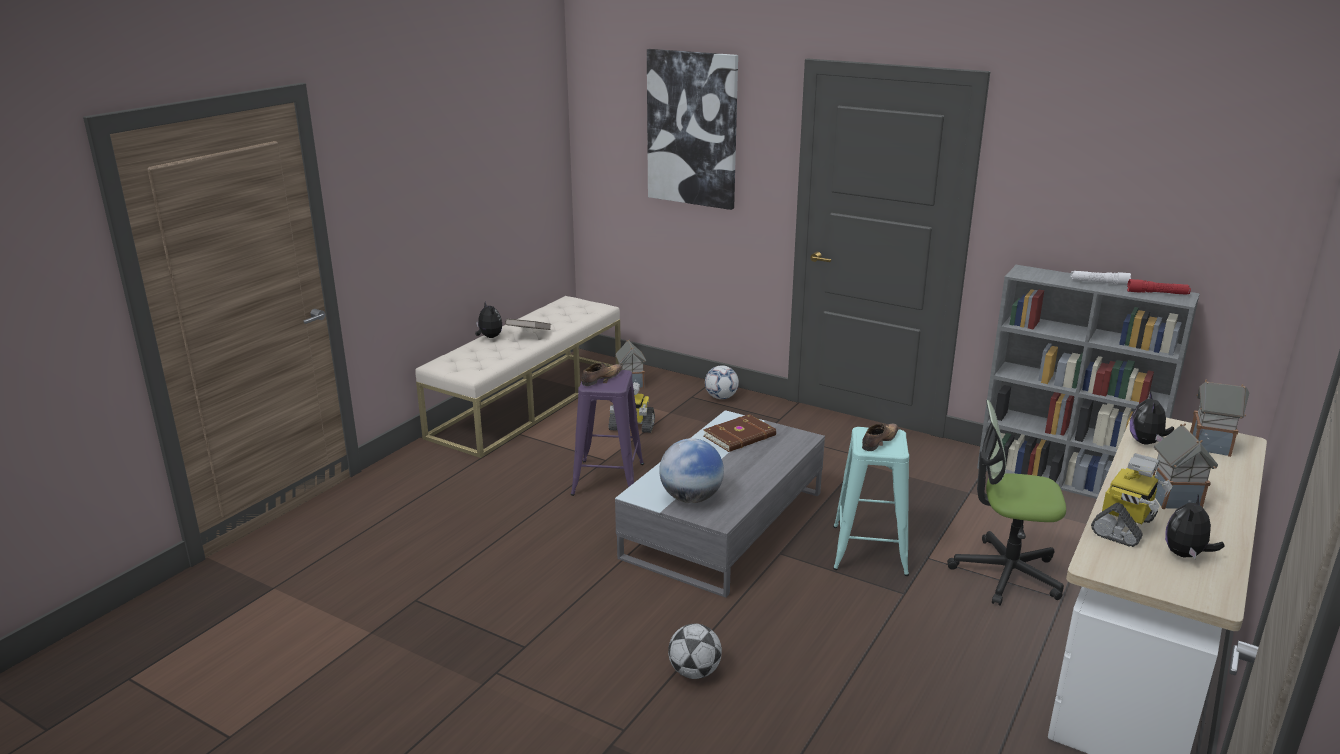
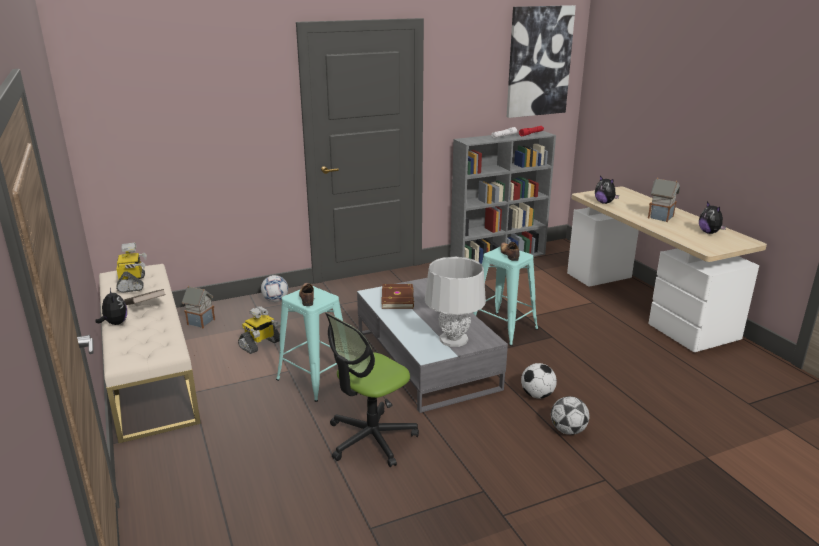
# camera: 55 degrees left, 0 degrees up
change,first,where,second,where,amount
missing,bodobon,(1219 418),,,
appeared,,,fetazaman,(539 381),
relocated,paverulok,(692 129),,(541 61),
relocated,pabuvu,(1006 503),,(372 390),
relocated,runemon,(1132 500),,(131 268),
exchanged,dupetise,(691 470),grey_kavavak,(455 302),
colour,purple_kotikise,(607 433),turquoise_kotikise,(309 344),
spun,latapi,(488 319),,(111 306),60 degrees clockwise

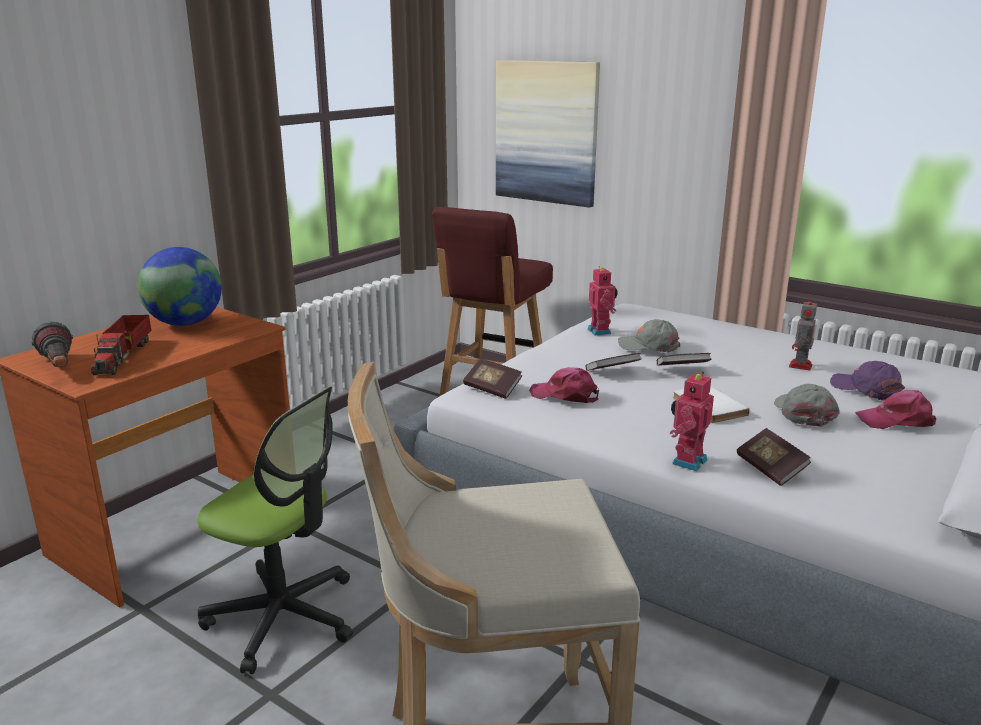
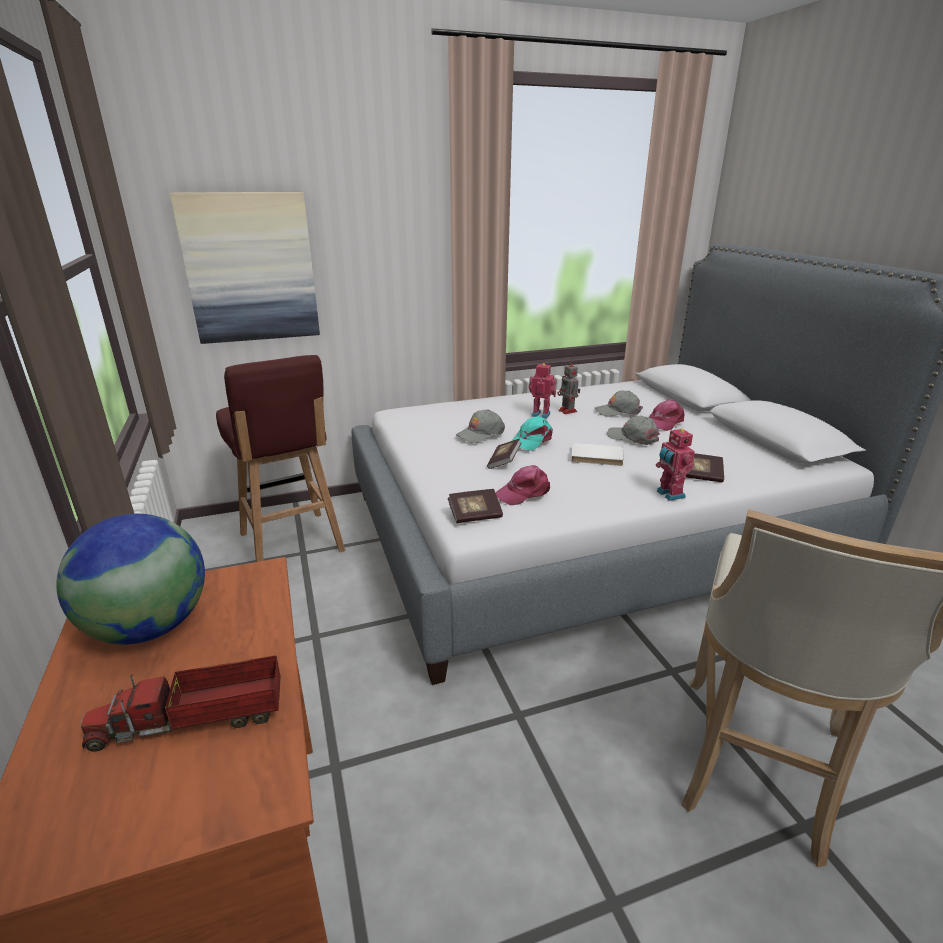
# camera: 55 degrees left, 5 degrees up
change,first,where,second,where,amount
missing,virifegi,(52 344),,,
missing,pabuvu,(275 530),,,
relocated,runemon,(602 301),,(542 391),
exchanged,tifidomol,(684 359),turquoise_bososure,(532 433),
colour,purple_bososure,(867 380),grey_bososure,(619 404),
spun,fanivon,(121 345),,(180 703),135 degrees clockwise

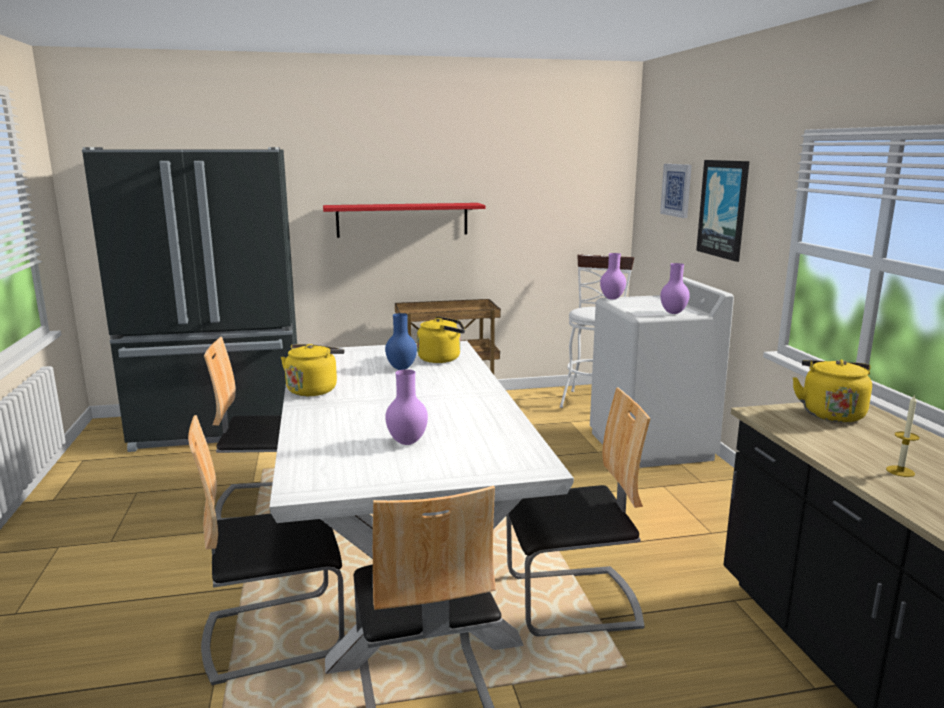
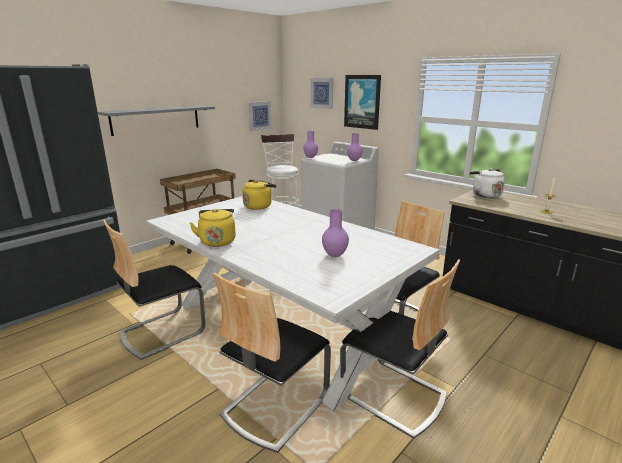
# camera: 35 degrees left, 5 degrees up
change,first,where,second,where,amount
missing,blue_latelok,(401 341),,,
appeared,,,paverulok,(260 116),
colour,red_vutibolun,(404 220),grey_vutibolun,(156 121),
colour,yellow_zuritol,(832 390),white_zuritol,(487 183),

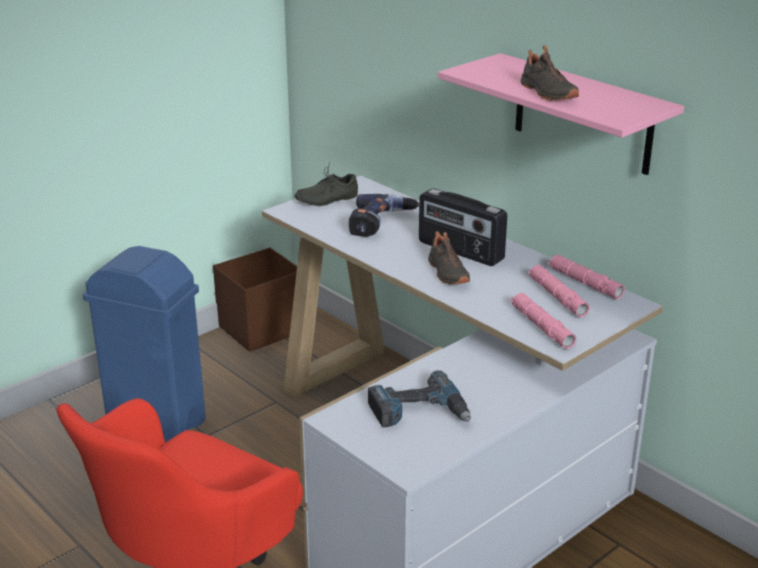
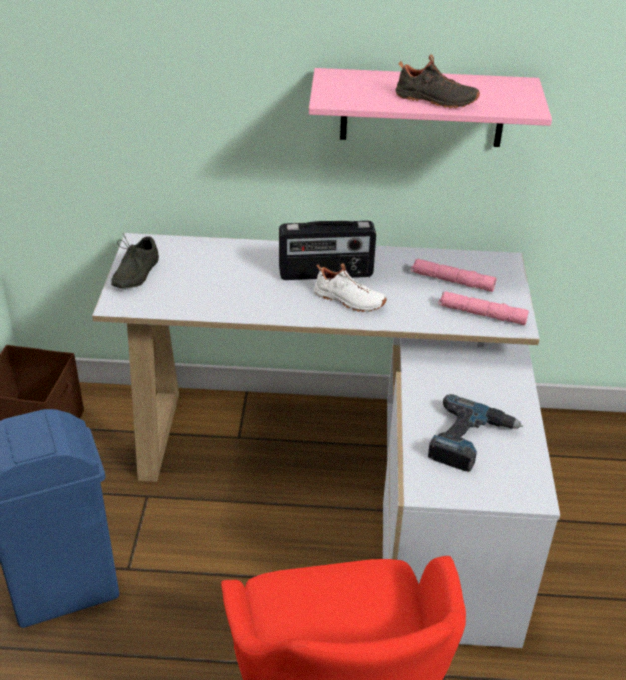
# camera: 45 degrees left, 10 degrees up
change,first,where,second,where,amount
missing,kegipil,(384 215),,,
missing,pink_virifegi,(586 277),,,
colour,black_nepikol,(449 258),white_nepikol,(350 287),

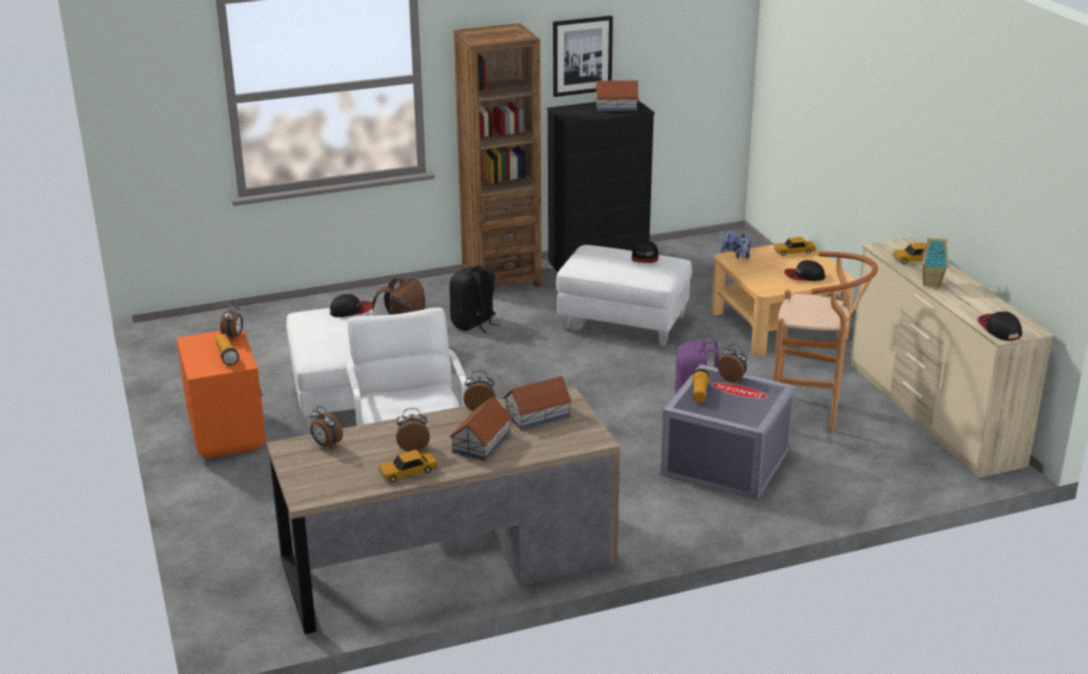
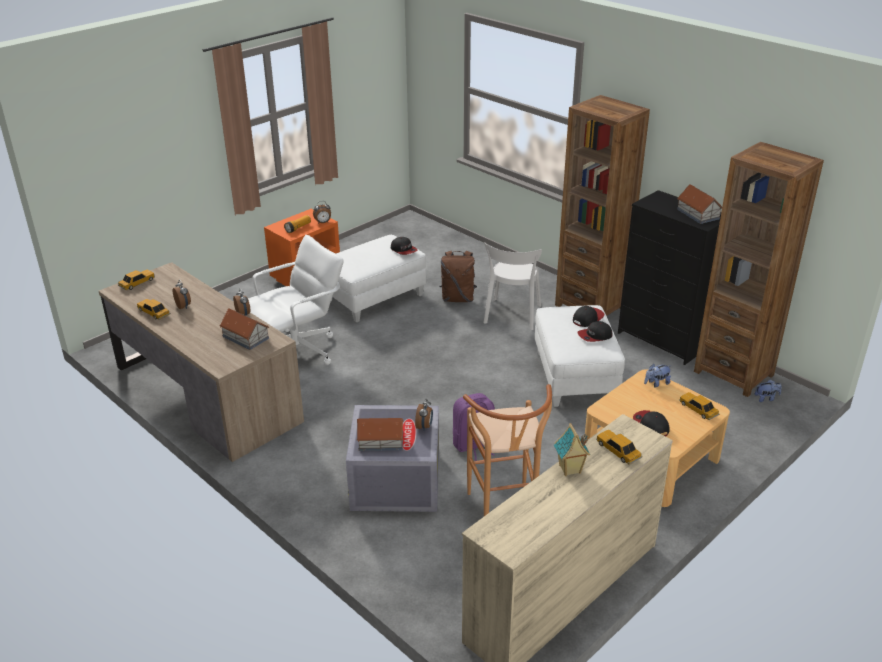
# camera: 65 degrees right, 5 degrees up
change,first,where,second,where,amount
missing,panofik,(326 427),,,
missing,paverulok,(583 56),,,
missing,virifegi,(700 386),,,
appeared,,,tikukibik,(136 280),
appeared,,,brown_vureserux,(759 269),
relocated,bodobon,(480 428),,(380 434),
relocated,bososure,(1000 326),,(588 316),
exchanged,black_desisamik,(474 299),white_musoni,(512 286),

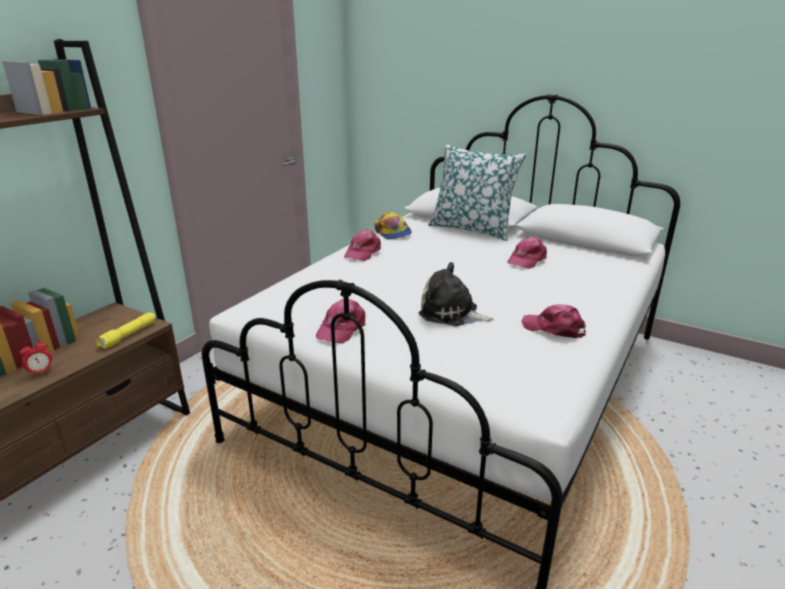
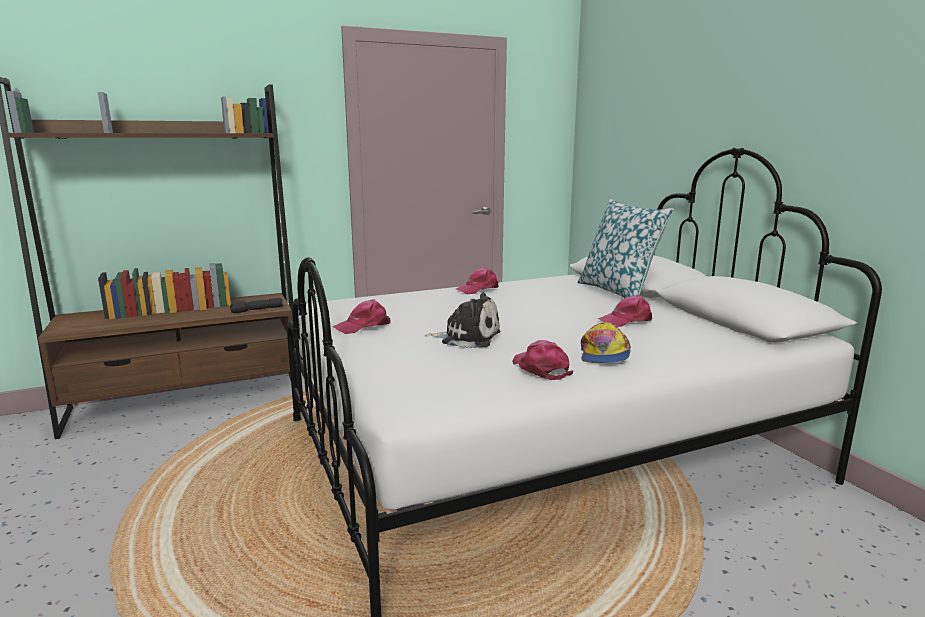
# camera: 35 degrees right, 10 degrees down
change,first,where,second,where,amount
missing,panofik,(36 358),,,
relocated,bososure,(393 225),,(606 342),
colour,yellow_virifegi,(126 330),black_virifegi,(256 305),
spun,latapi,(456 294),,(463 320),135 degrees clockwise

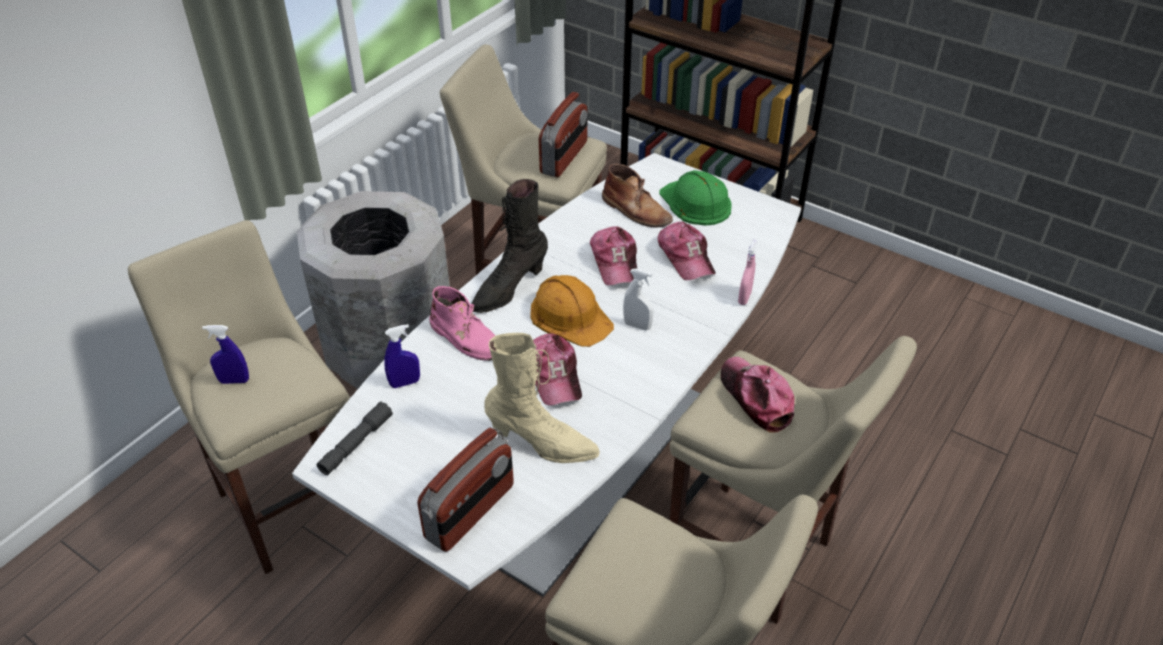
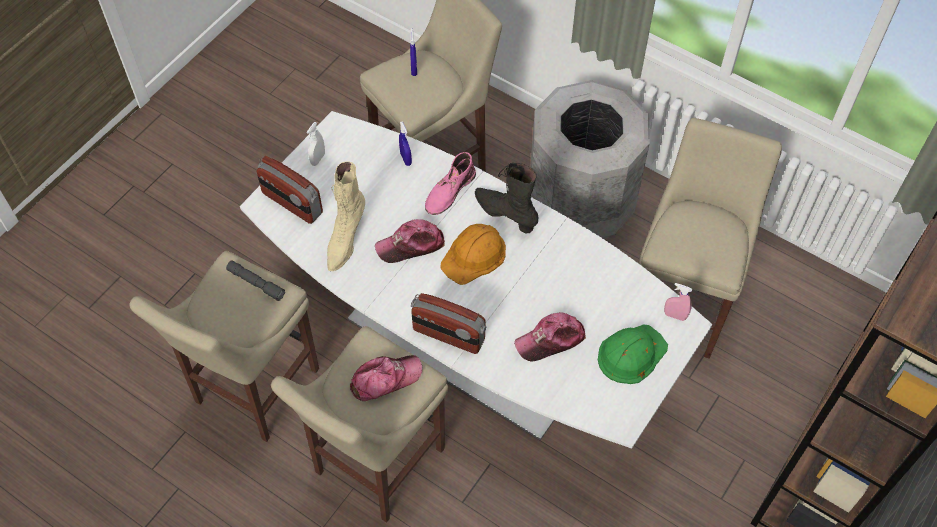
# camera: 90 degrees right, 15 degrees up
change,first,where,second,where,amount
missing,bososure,(613 255),,,
missing,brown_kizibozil,(637 195),,,
relocated,grey_virifegi,(355 438),,(255 280),
relocated,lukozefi,(563 134),,(448 323),
relocated,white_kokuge,(638 299),,(316 144),
relocated,pink_kokuge,(747 272),,(678 302),

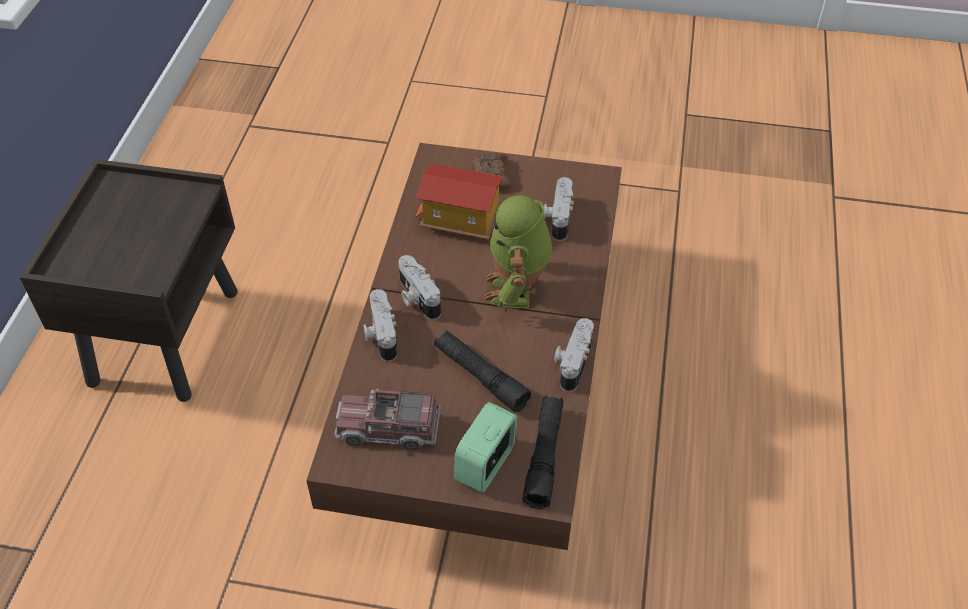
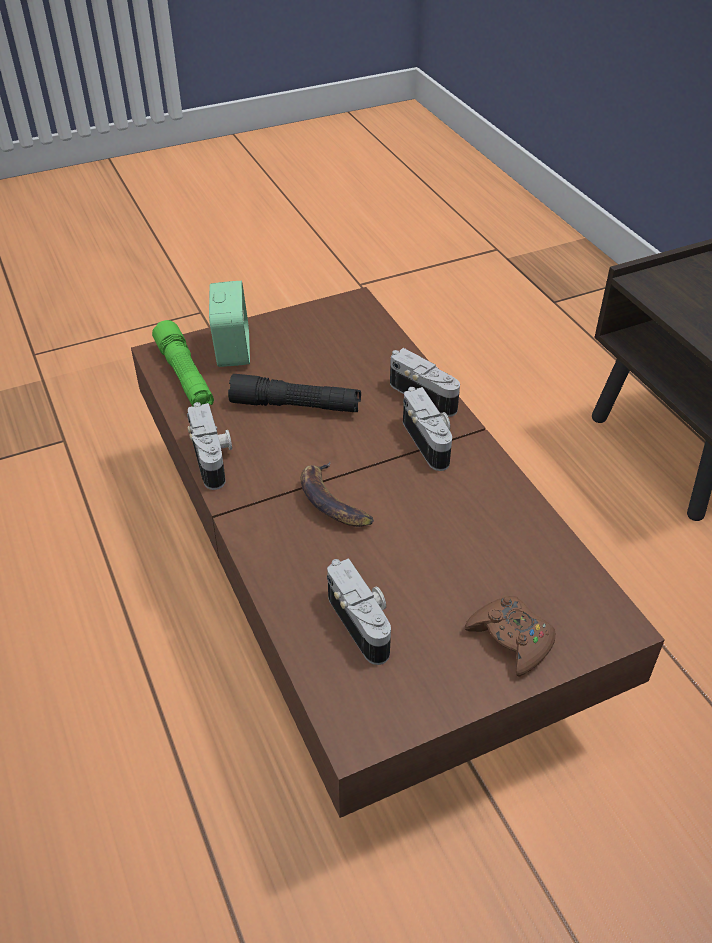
# camera: 145 degrees right, 5 degrees down
change,first,where,second,where,amount
missing,fanivon,(388 419),,,
missing,bodobon,(459 201),,,
exchanged,runemon,(518 253),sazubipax,(337 494),
colour,black_virifegi,(543 452),green_virifegi,(183 363),
spun,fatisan,(419 287),,(427 429),45 degrees clockwise

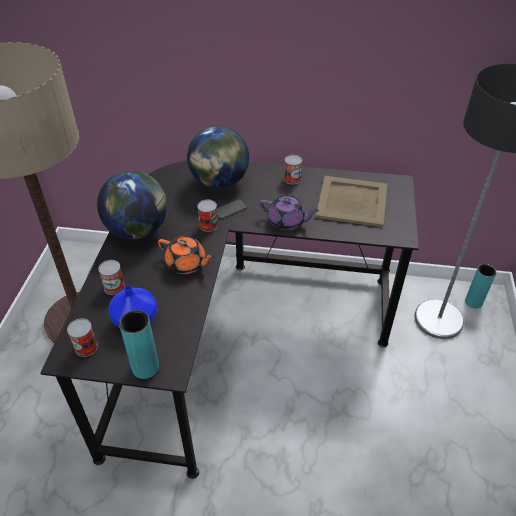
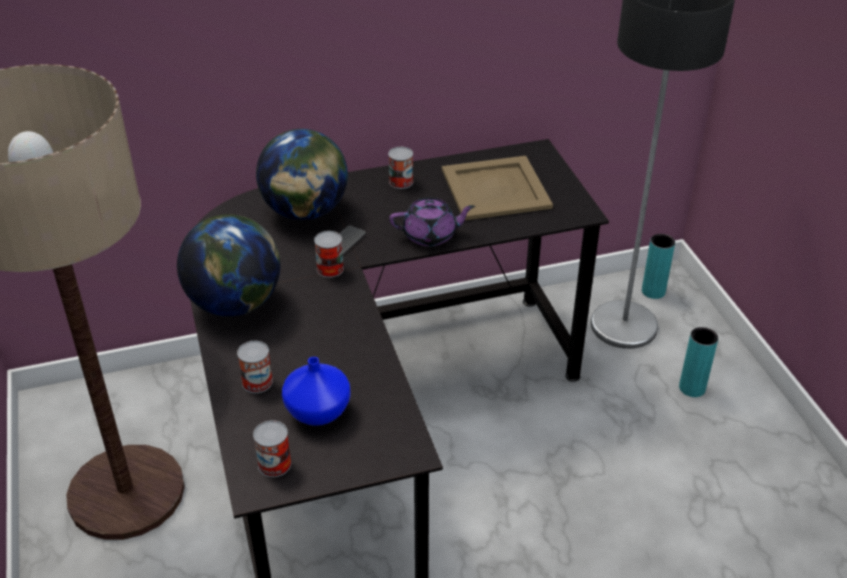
# camera: 25 degrees left, 5 degrees down
change,first,where,second,where,amount
missing,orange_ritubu,(186 255),,,
relocated,turquoise_latelok,(139 344),,(698 362),

